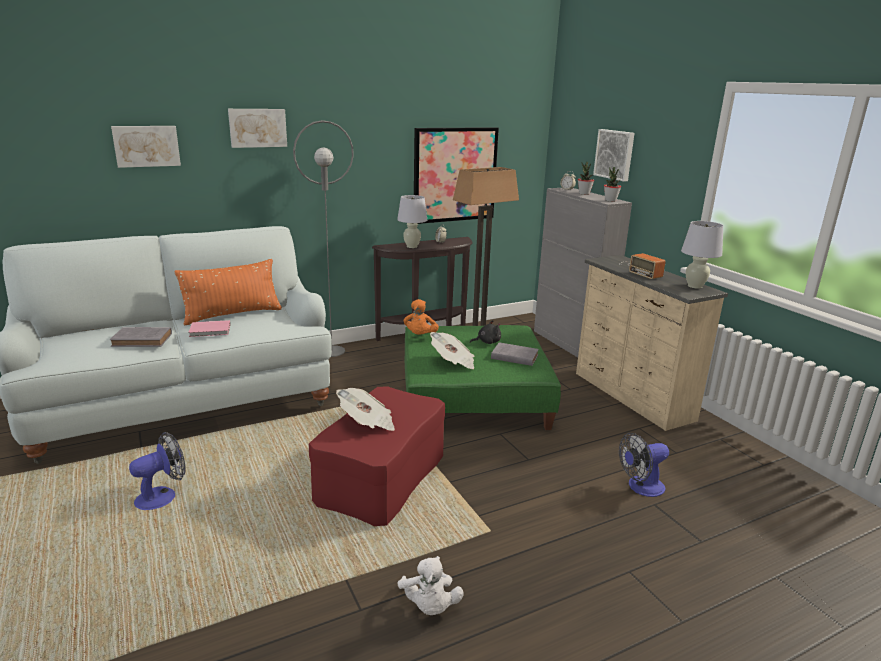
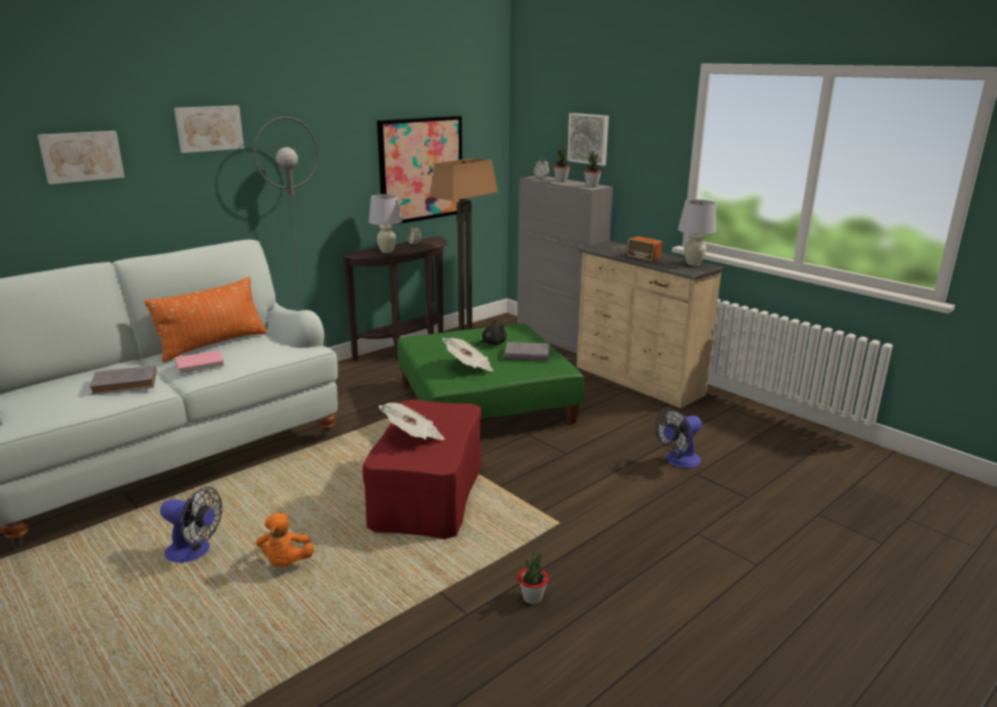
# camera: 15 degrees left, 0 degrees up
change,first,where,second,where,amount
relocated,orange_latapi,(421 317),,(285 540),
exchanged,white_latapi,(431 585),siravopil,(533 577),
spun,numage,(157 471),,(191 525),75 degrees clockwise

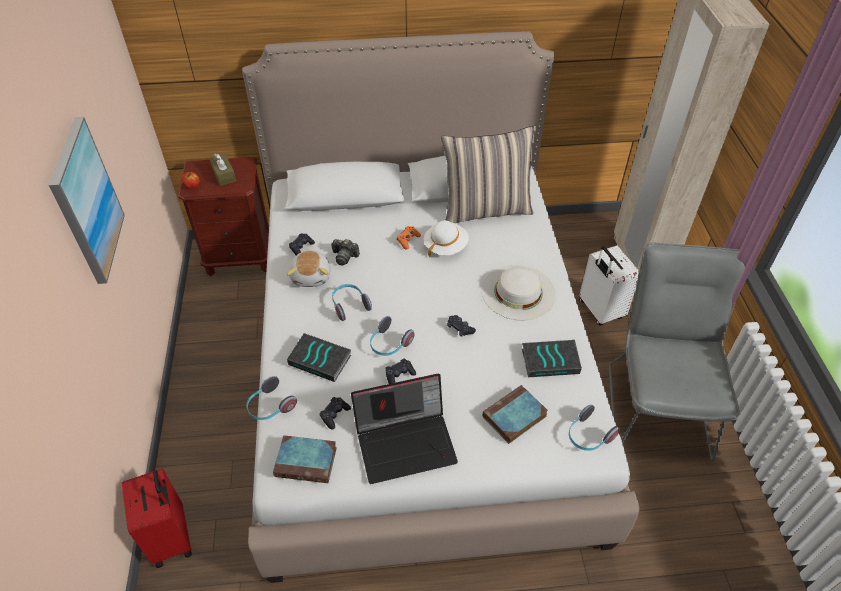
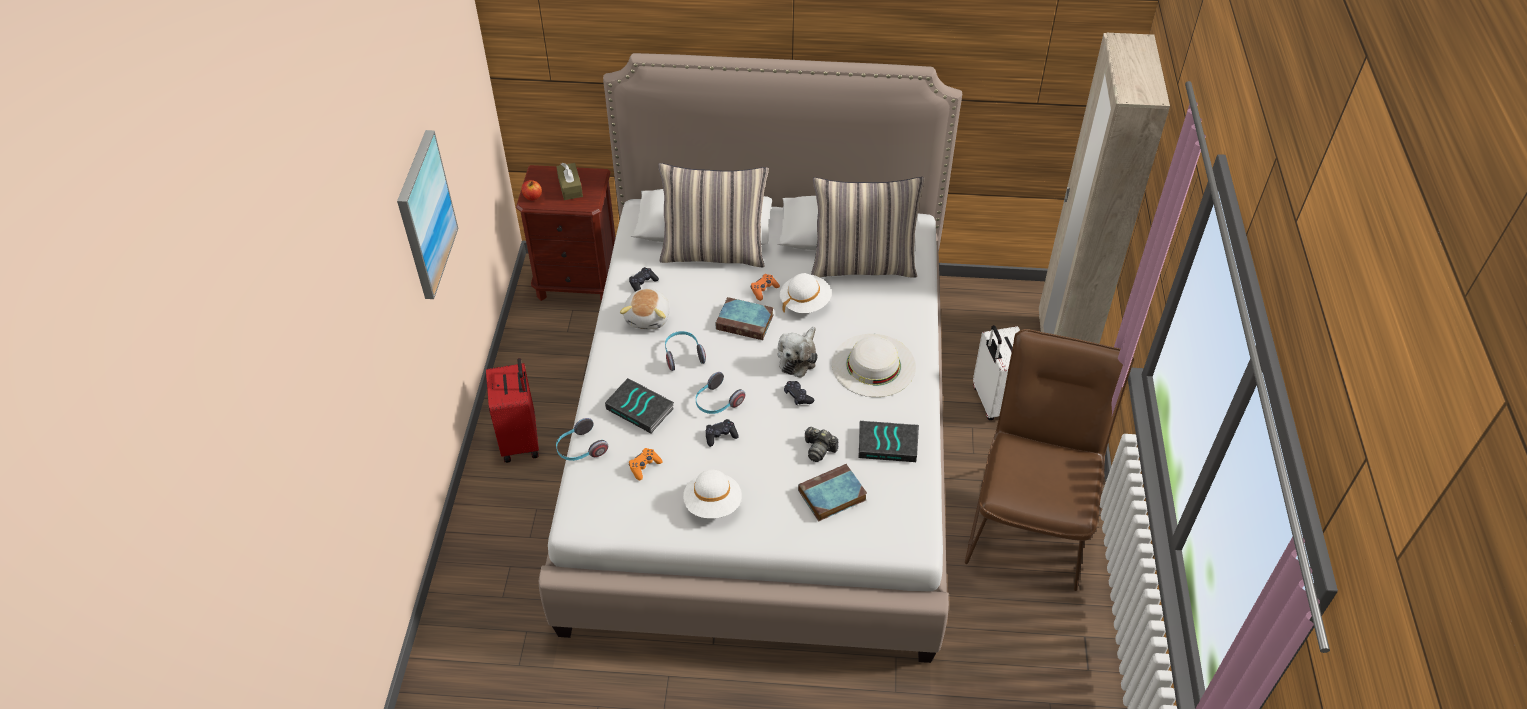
# camera: 10 degrees right, 0 degrees up
change,first,where,second,where,amount
missing,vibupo,(594 428),,,
appeared,,,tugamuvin,(713 215),
appeared,,,latapi,(798 352),
relocated,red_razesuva,(157 518),,(512 410),
relocated,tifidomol,(305 459),,(744 318),
relocated,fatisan,(345 252),,(821 444),
exchanged,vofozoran,(404 429),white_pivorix,(712 494),
colour,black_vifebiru,(335 413),orange_vifebiru,(646 464),
colour,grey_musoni,(677 352),brown_musoni,(1049 460),

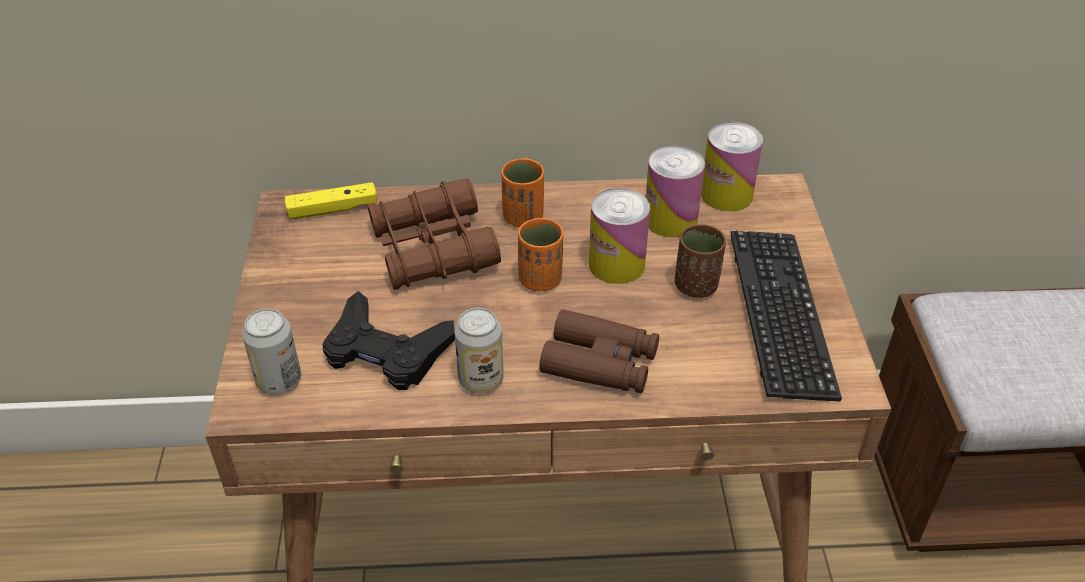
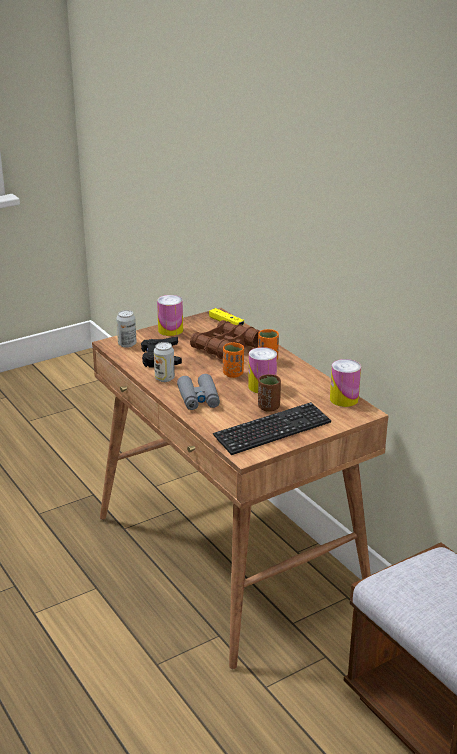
# camera: 60 degrees right, 15 degrees down
change,first,where,second,where,amount
relocated,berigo,(675 192),,(170 315),
colour,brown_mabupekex,(599 351),grey_mabupekex,(198 392),

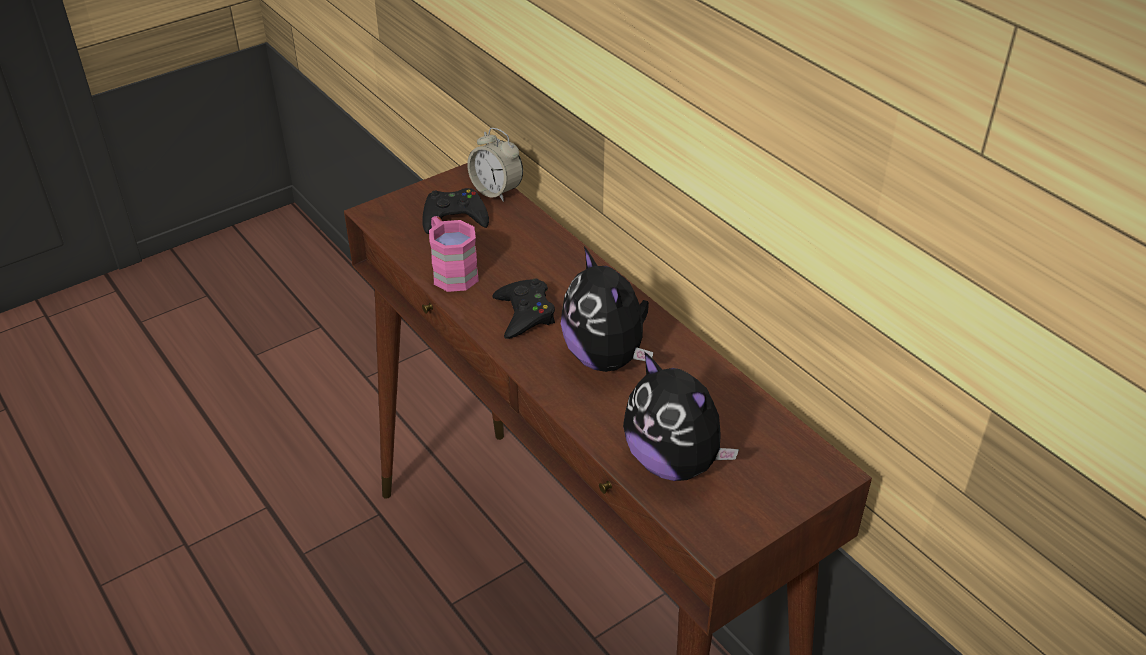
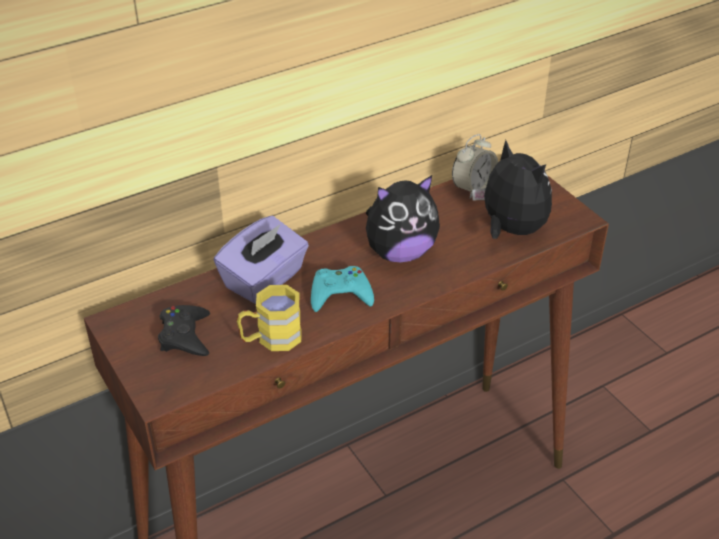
# camera: 85 degrees left, 0 degrees up
change,first,where,second,where,amount
appeared,,,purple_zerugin,(261 259),
relocated,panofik,(495 165),,(475 166),
colour,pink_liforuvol,(454 254),yellow_liforuvol,(269 318),
colour,black_vifebiru,(523 308),turquoise_vifebiru,(342 289),
spun,latapi,(681 416),,(512 189),90 degrees counterclockwise

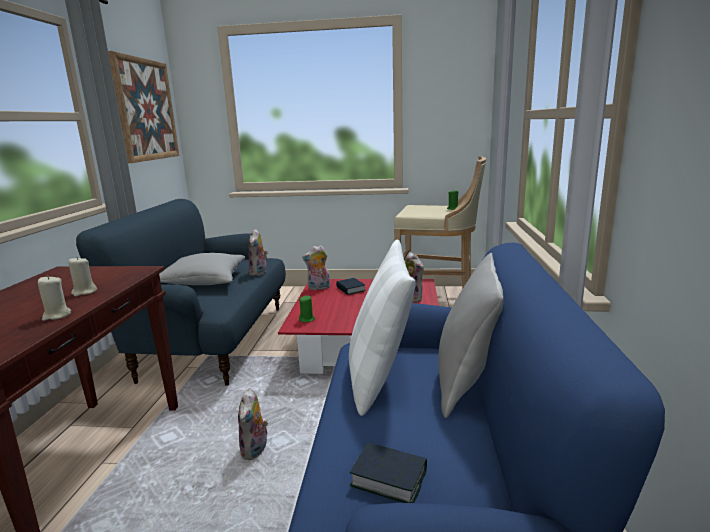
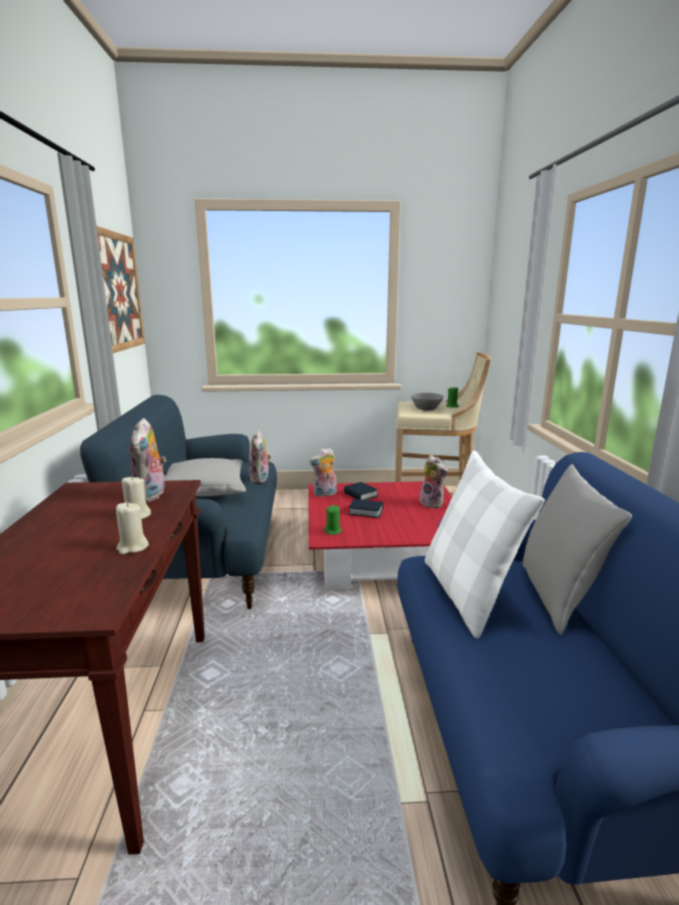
# camera: 10 degrees left, 0 degrees up
change,first,where,second,where,amount
appeared,,,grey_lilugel,(427 401),
relocated,latapi,(253 424),,(148 460),
relocated,tifidomol,(388 473),,(366 508),

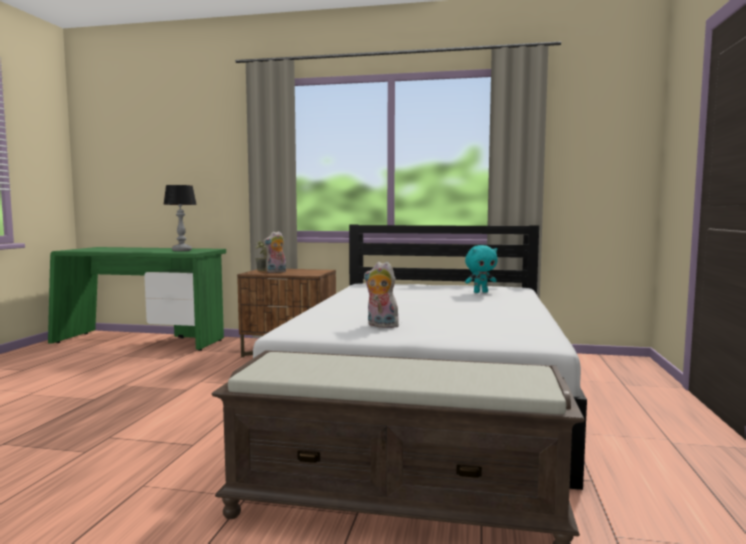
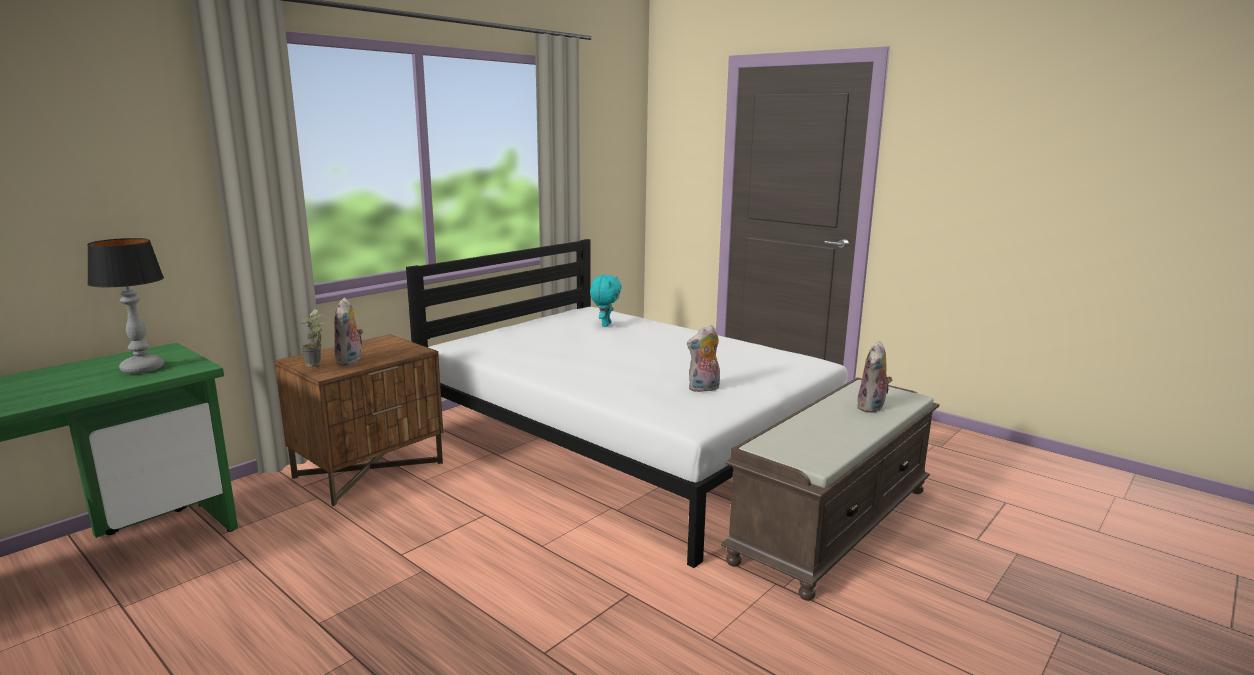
# camera: 60 degrees left, 10 degrees up
change,first,where,second,where,amount
appeared,,,latapi,(875 377),

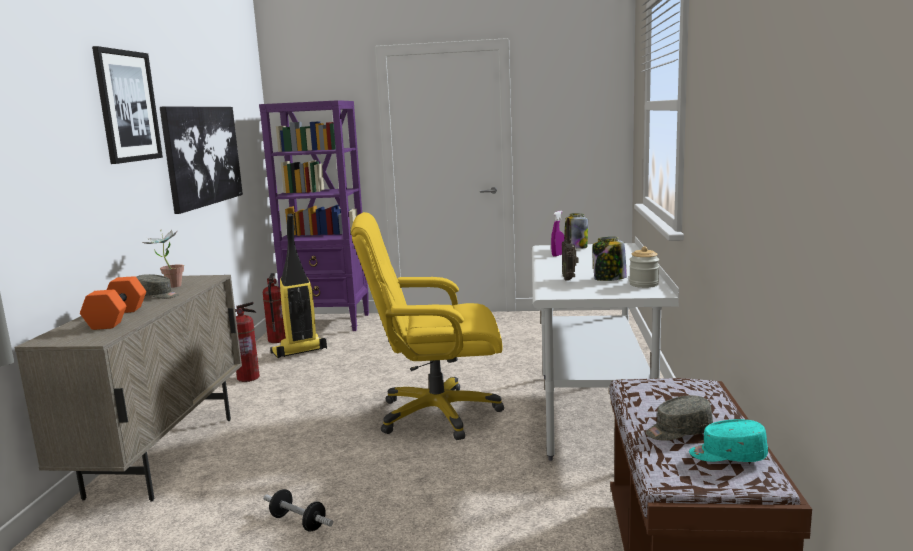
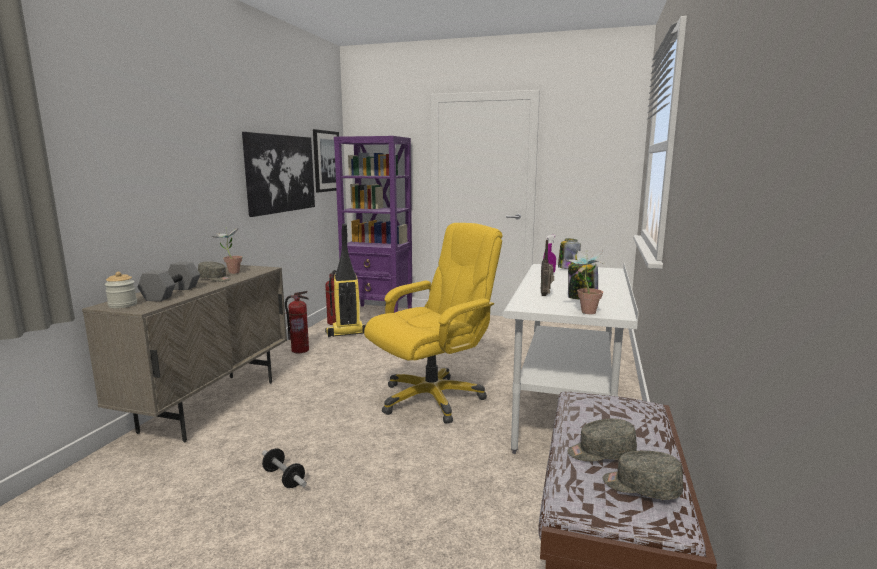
# camera: 10 degrees right, 0 degrees up
change,first,where,second,where,amount
appeared,,,siravopil,(585 281),
relocated,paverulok,(127 105),,(326 160),
relocated,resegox,(644 267),,(121 290),
colour,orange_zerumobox,(113 303),grey_zerumobox,(169 281),
colour,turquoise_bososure,(728 440),grey_bososure,(643 475),
spun,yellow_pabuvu,(427 326),,(433 323),135 degrees clockwise

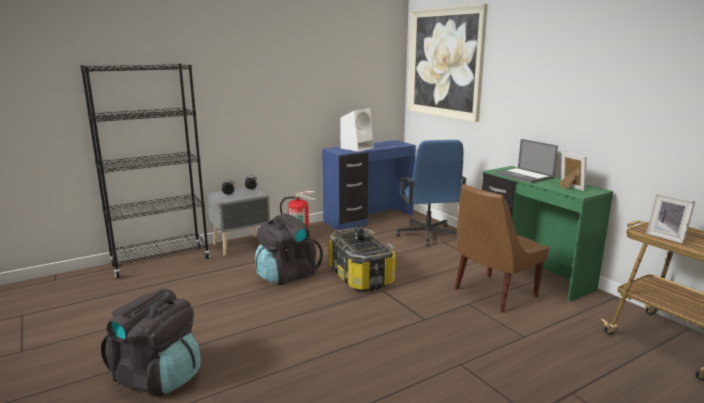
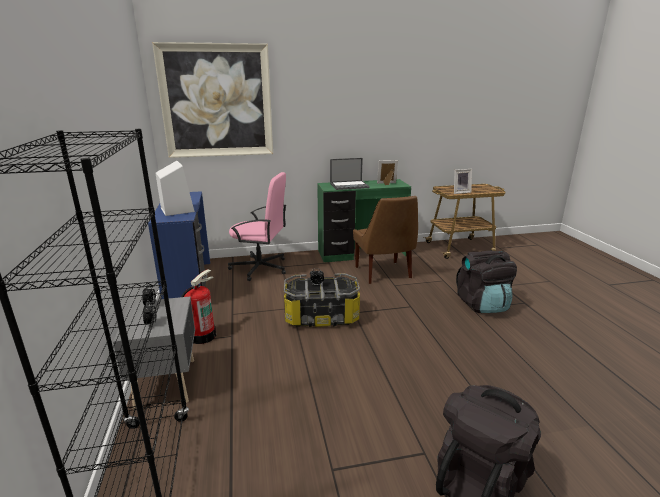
# camera: 70 degrees left, 5 degrees up
change,first,where,second,where,amount
relocated,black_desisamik,(289 249),,(486 282),
colour,blue_pabuvu,(431 193),pink_pabuvu,(257 226),

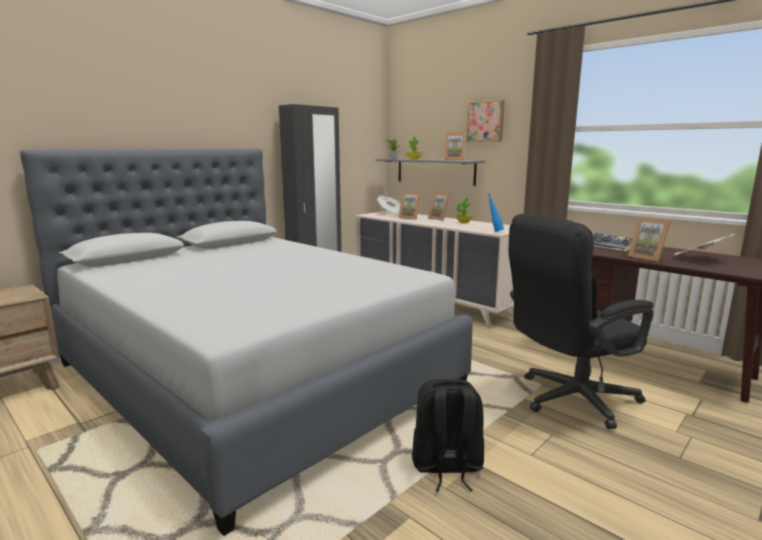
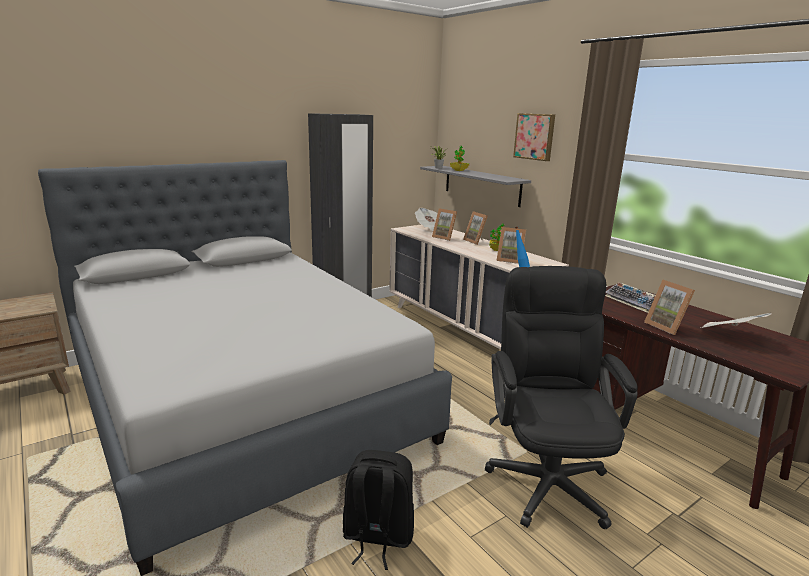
# camera: 10 degrees right, 5 degrees up
change,first,where,second,where,amount
relocated,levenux,(454 146),,(511 245),
spun,black_pabuvu,(581 321),,(561 397),105 degrees clockwise

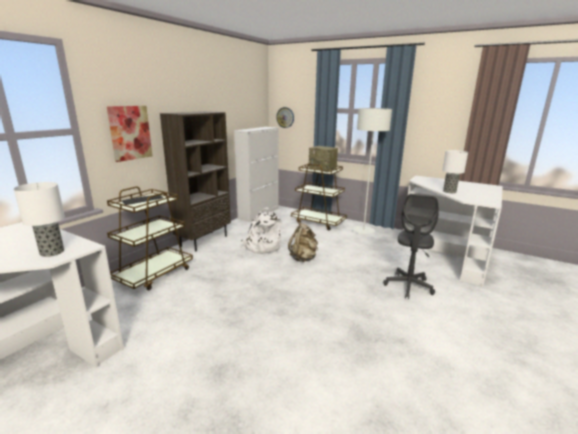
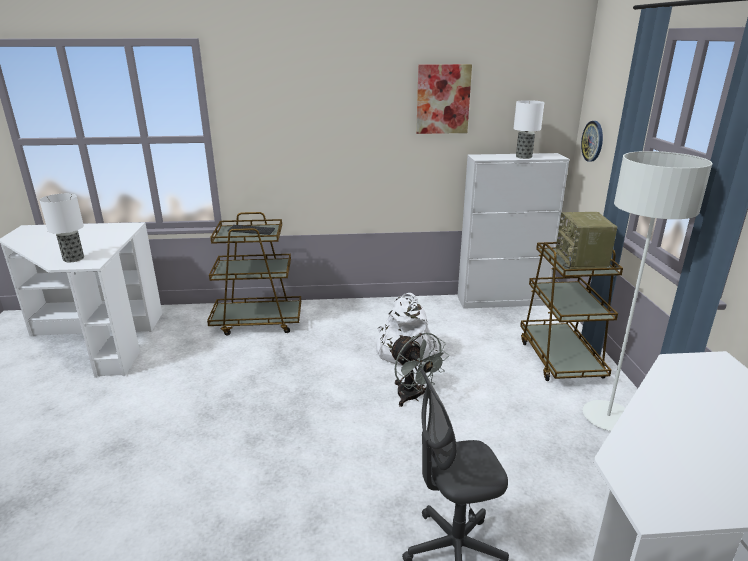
# camera: 55 degrees right, 5 degrees up
change,first,where,second,where,amount
missing,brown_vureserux,(195 181),,,
relocated,paverulok,(129 134),,(444 99),
relocated,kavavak,(455 171),,(528 129),
exchanged,beige_desisamik,(303 241),grey_numage,(419 370),

